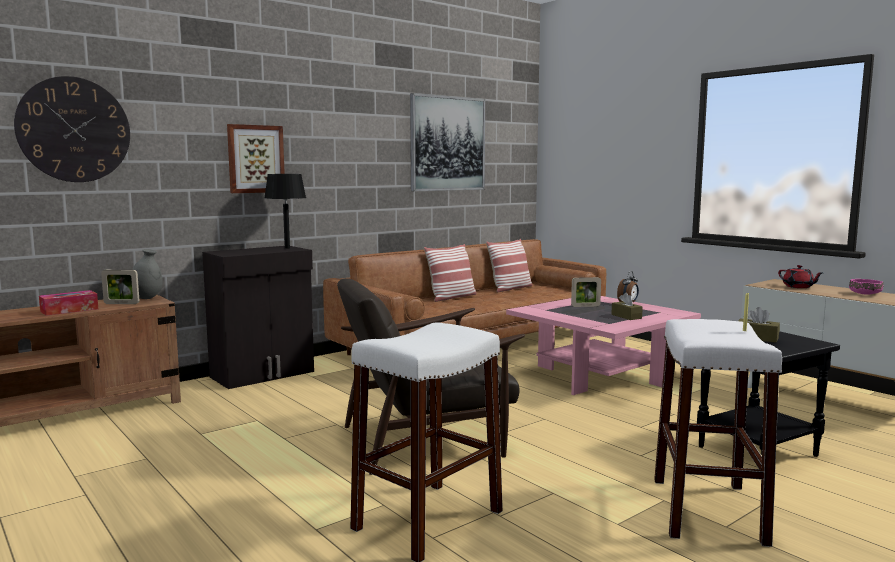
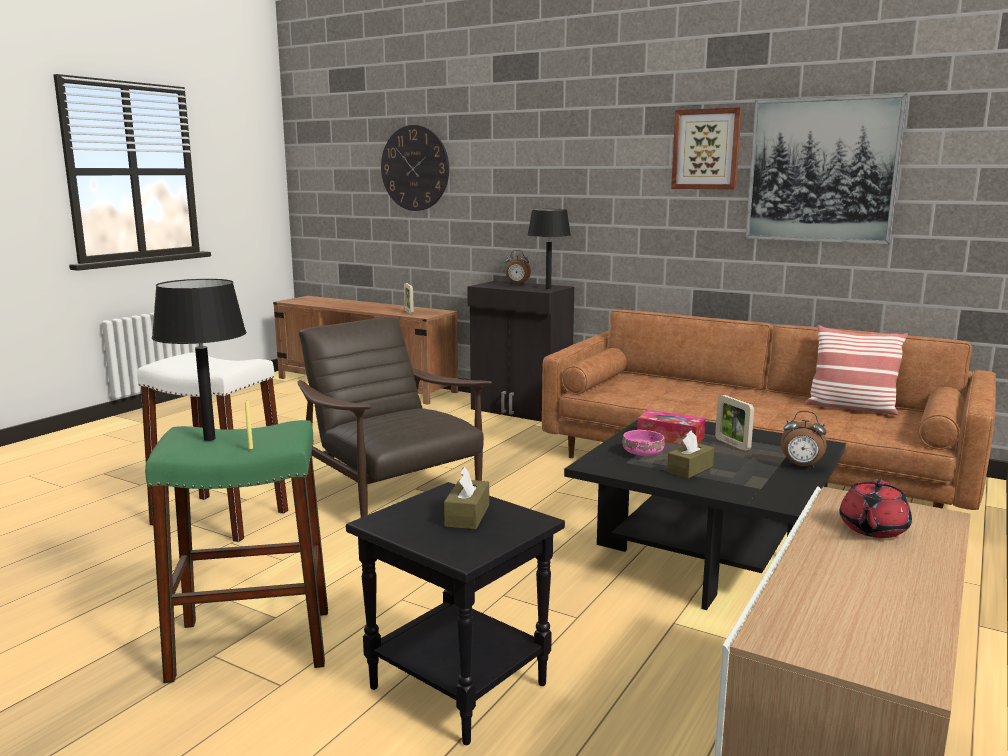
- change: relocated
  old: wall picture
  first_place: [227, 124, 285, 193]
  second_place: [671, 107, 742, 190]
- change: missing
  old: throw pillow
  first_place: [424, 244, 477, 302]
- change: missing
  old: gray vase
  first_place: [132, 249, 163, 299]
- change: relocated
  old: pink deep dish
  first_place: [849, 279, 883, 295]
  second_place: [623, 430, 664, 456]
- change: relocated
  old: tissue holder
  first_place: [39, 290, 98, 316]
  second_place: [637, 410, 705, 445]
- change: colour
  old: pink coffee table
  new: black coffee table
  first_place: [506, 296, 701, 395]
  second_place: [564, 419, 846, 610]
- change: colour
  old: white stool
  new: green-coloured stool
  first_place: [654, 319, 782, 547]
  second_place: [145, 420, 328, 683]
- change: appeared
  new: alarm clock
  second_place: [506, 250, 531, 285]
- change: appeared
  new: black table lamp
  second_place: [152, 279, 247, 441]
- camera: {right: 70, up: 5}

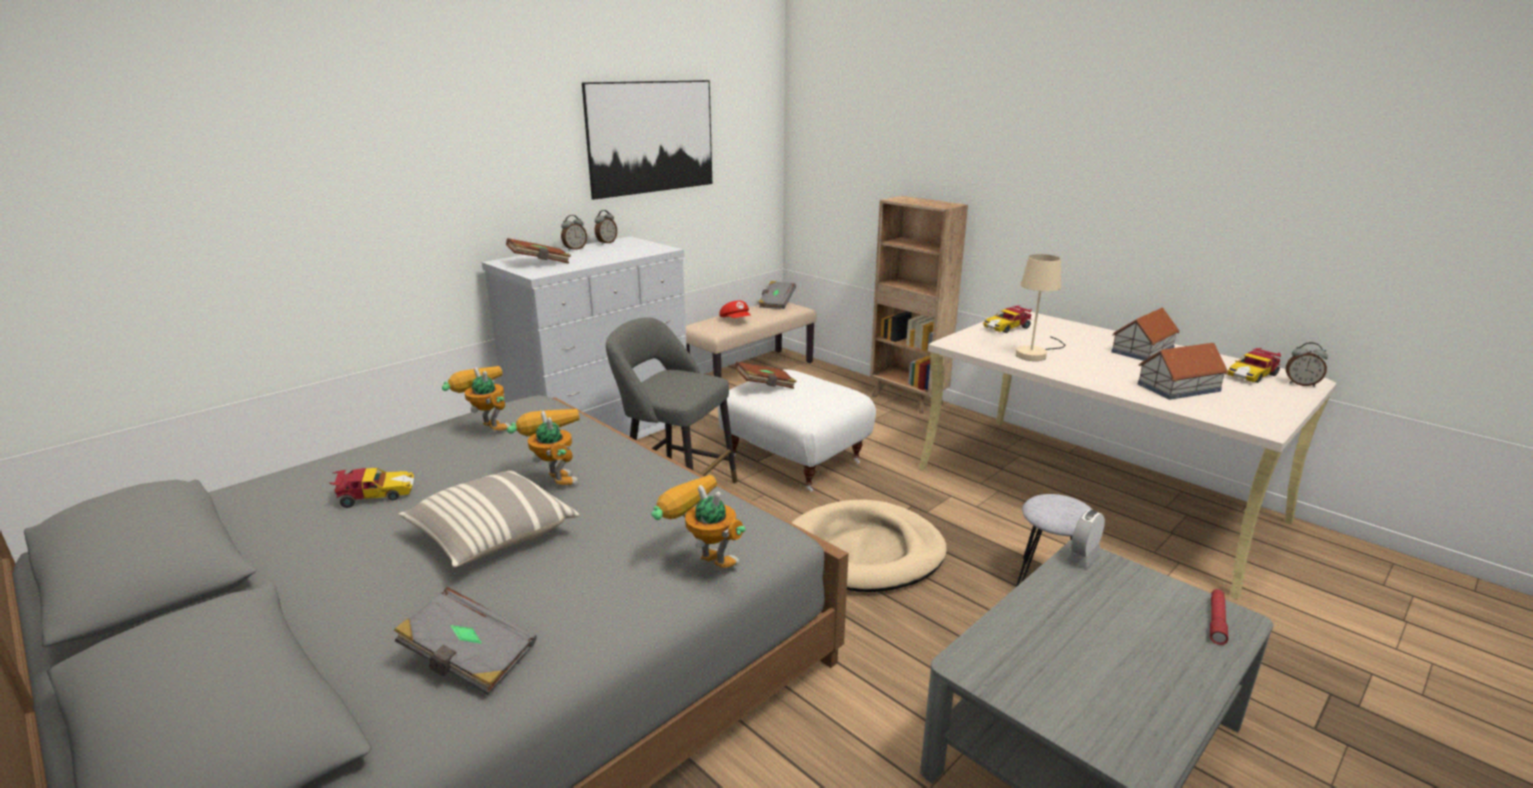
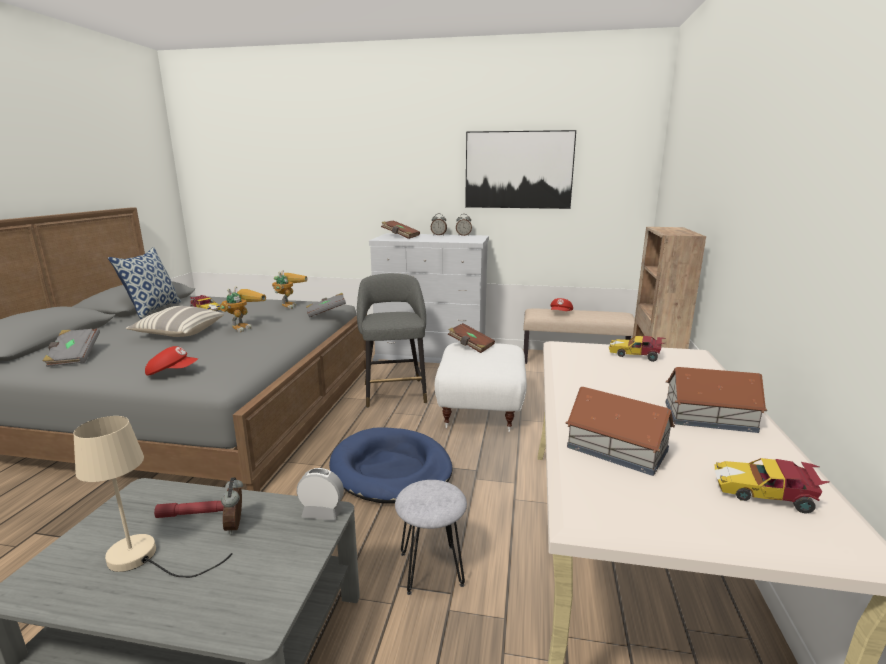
- change: relocated
  old: sand-coloured table lamp
  first_place: [1016, 254, 1065, 361]
  second_place: [74, 416, 233, 578]
- change: relocated
  old: gray book
  first_place: [758, 281, 796, 309]
  second_place: [306, 293, 346, 317]
- change: relocated
  old: alarm clock
  first_place: [1286, 342, 1328, 387]
  second_place: [221, 478, 243, 535]
- change: exchanged
  old: toy robot
  new: red cap
  first_place: [651, 475, 746, 568]
  second_place: [145, 346, 198, 375]
- change: colour
  old: sand-coloured dog cushion
  new: blue-coloured dog cushion
  first_place: [791, 499, 947, 592]
  second_place: [329, 427, 453, 504]
- change: relocated
  old: red flashlight
  first_place: [1210, 589, 1228, 645]
  second_place: [154, 501, 224, 518]
- change: appeared
  new: throw pillow
  second_place: [108, 247, 182, 319]
- camera: {right: 55, up: -5}

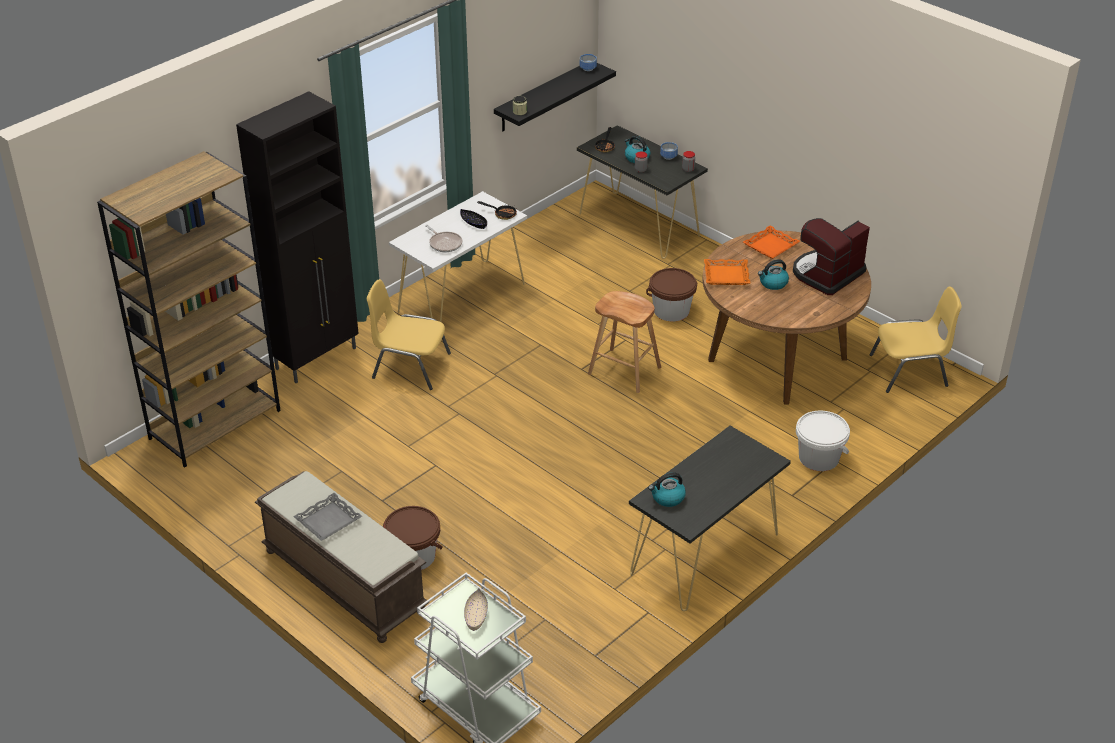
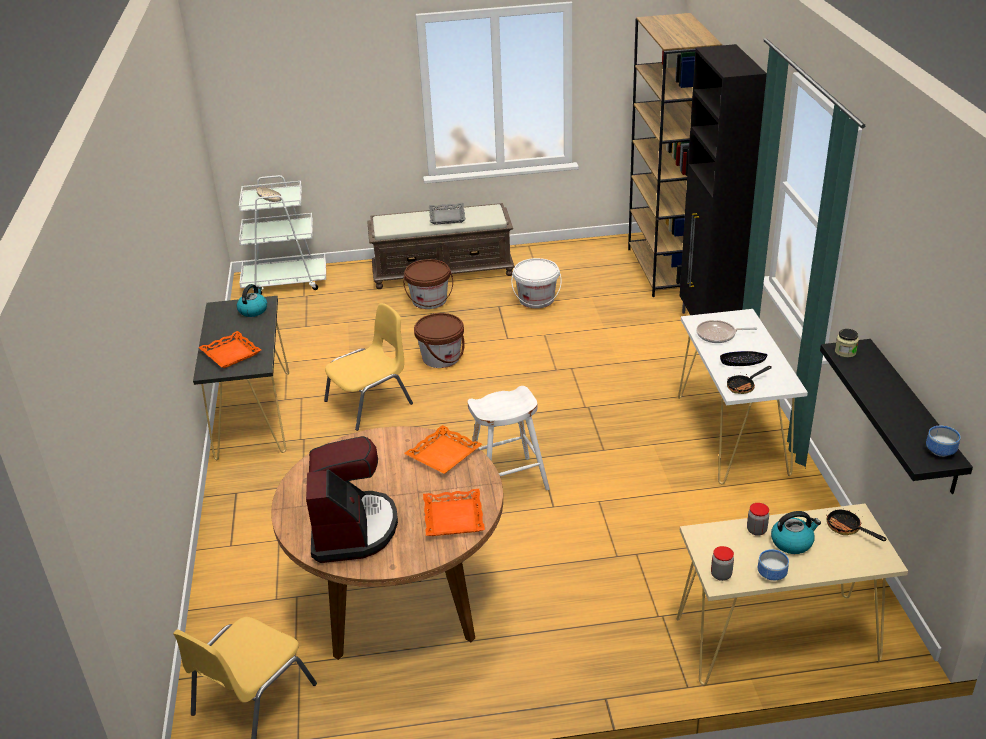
- change: colour
  old: black hall table
  new: sand-coloured hall table
  first_place: [577, 125, 708, 259]
  second_place: [677, 504, 908, 685]
- change: missing
  old: kettle
  first_place: [758, 259, 789, 290]
- change: relocated
  old: brownish bucket
  first_place: [646, 268, 697, 322]
  second_place: [414, 313, 465, 368]
- change: relocated
  old: yellow-coloured chair
  first_place: [367, 279, 451, 390]
  second_place: [324, 303, 413, 431]
- change: colour
  old: brownish stool
  new: white stool
  first_place: [588, 291, 661, 393]
  second_place: [468, 386, 550, 490]
- change: relocated
  old: white bucket
  first_place: [796, 410, 850, 471]
  second_place: [512, 258, 562, 309]
- change: appeared
  new: orange-coloured serving tray
  second_place: [198, 331, 261, 368]
- camera: {right: 130, up: -5}

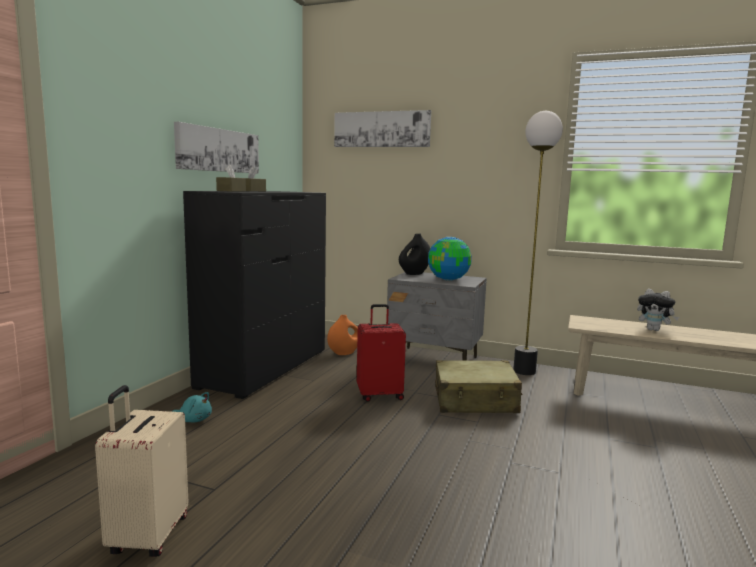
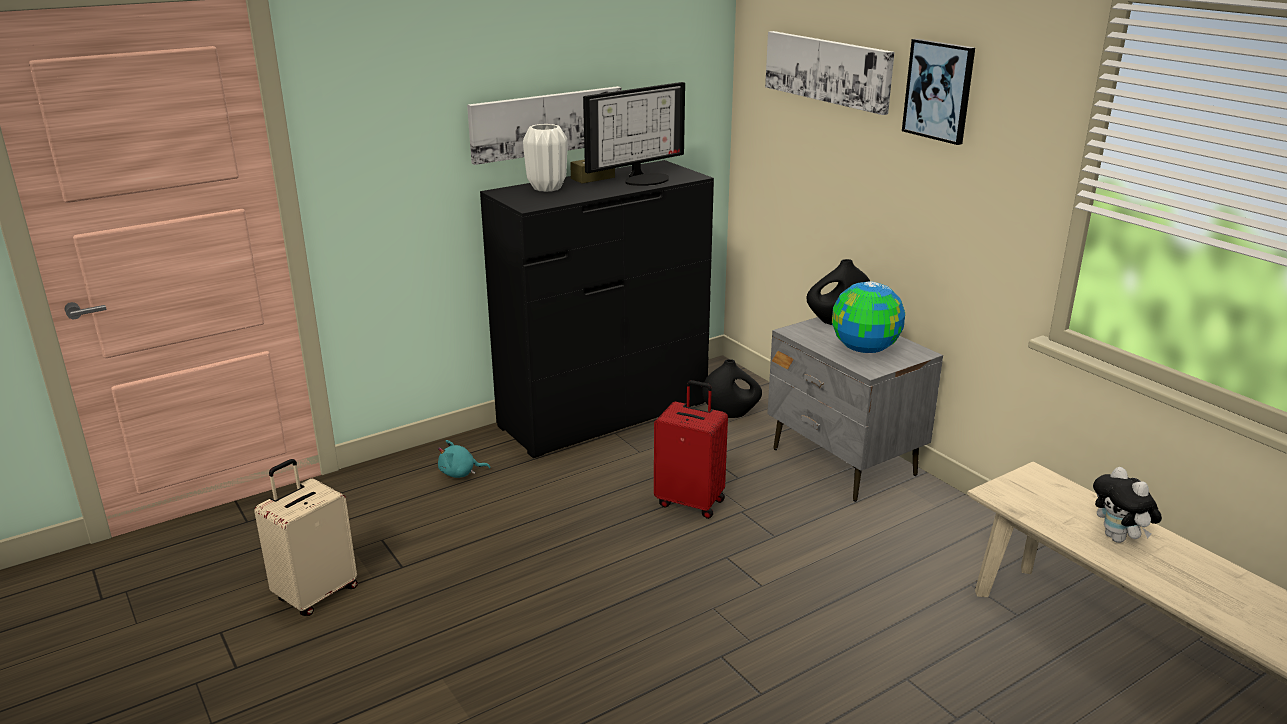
- change: missing
  old: floor lamp
  first_place: [513, 111, 563, 375]
- change: exchanged
  old: brownish tissue holder
  new: white vase
  first_place: [216, 165, 246, 191]
  second_place: [523, 124, 567, 192]
- change: colour
  old: orange-coloured vase
  new: black vase
  first_place: [327, 315, 358, 355]
  second_place: [702, 359, 762, 418]
- change: missing
  old: sand-coloured suitcase
  first_place: [435, 360, 523, 413]
- change: spun
  old: turquoise soft toy
  first_place: [172, 392, 212, 422]
  second_place: [438, 440, 490, 478]
  degrees: 120
- change: appeared
  new: wall picture
  second_place: [902, 39, 975, 145]
- change: appeared
  new: computer screen
  second_place: [583, 82, 685, 186]
- camera: {right: 35, up: 15}

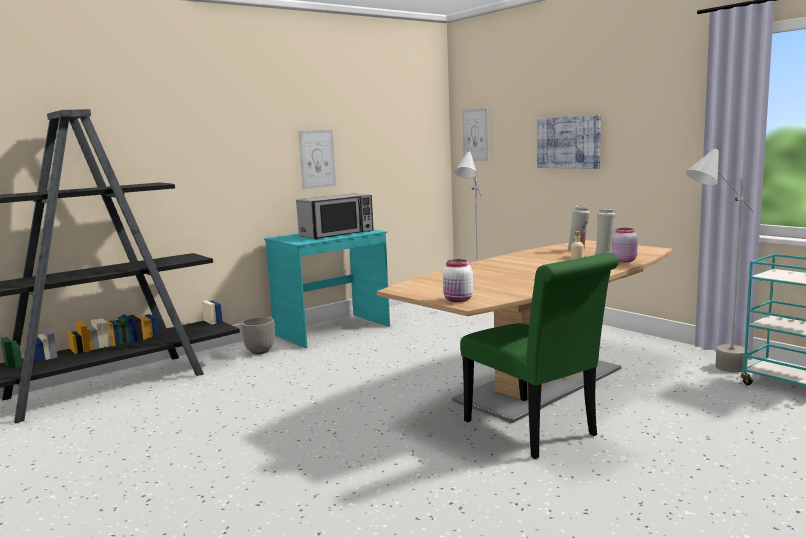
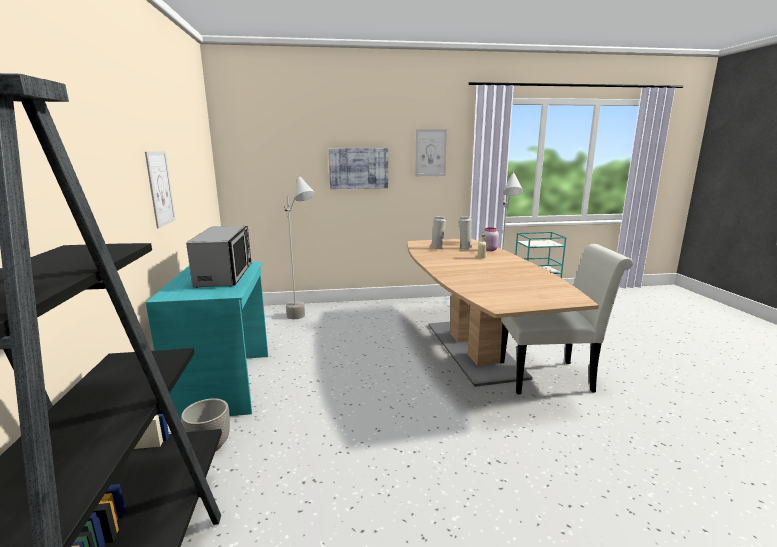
- change: relocated
  old: wall picture
  first_place: [462, 108, 489, 161]
  second_place: [415, 129, 447, 176]
- change: colour
  old: green-coloured chair
  new: white chair
  first_place: [460, 253, 619, 459]
  second_place: [500, 244, 633, 394]
- change: missing
  old: white jar
  first_place: [443, 259, 473, 302]
- camera: {right: -60, up: 5}

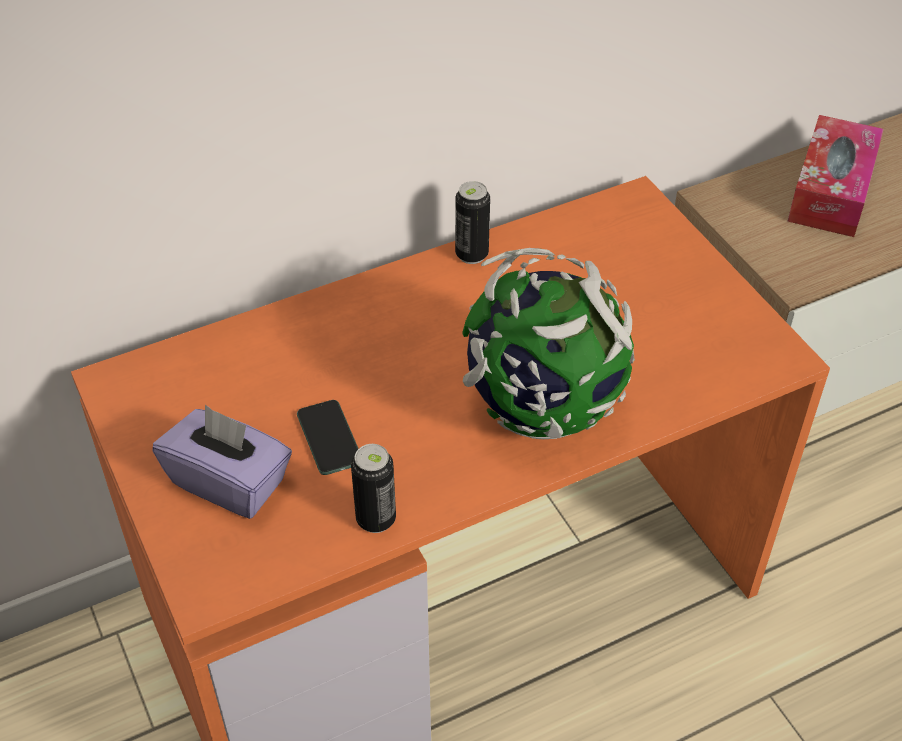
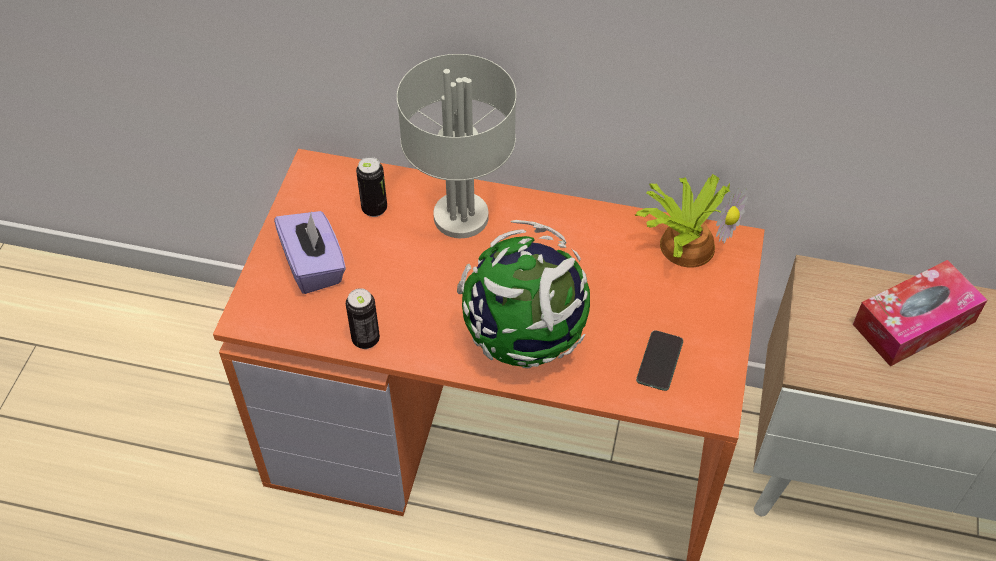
- change: relocated
  old: metal can
  first_place: [455, 181, 490, 264]
  second_place: [356, 157, 387, 217]
- change: relocated
  old: telephone
  first_place: [297, 400, 359, 475]
  second_place: [636, 330, 683, 391]
- change: appeared
  new: gray table lamp
  second_place: [397, 54, 516, 238]
- change: appeared
  new: houseplant
  second_place: [635, 174, 747, 267]
- camera: {right: 40, up: 5}

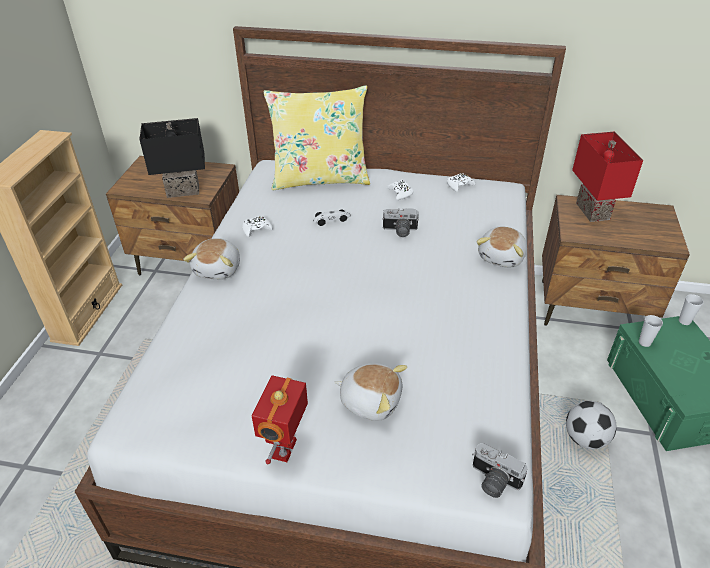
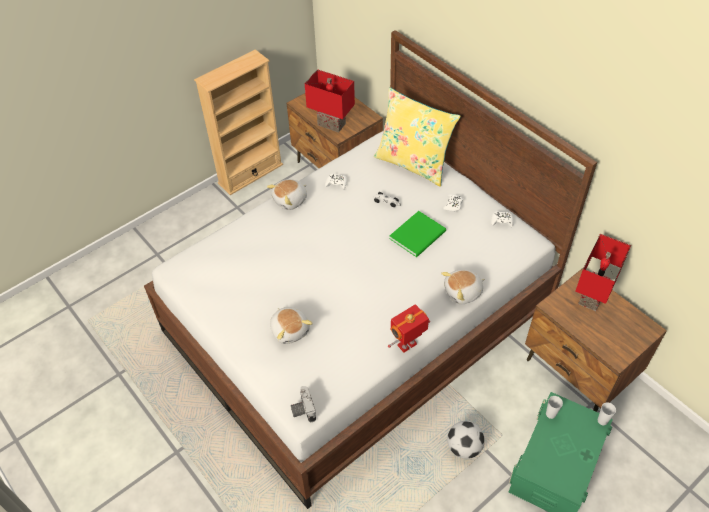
- change: colour
  old: black table lamp
  new: red table lamp
  first_place: [139, 118, 205, 198]
  second_place: [305, 69, 355, 133]
- change: exchanged
  old: still camera
  new: green-coloured book
  first_place: [382, 208, 419, 237]
  second_place: [389, 211, 446, 257]
- change: relocated
  old: toy robot
  first_place: [252, 375, 308, 464]
  second_place: [388, 304, 430, 352]
- camera: {right: 40, up: 10}

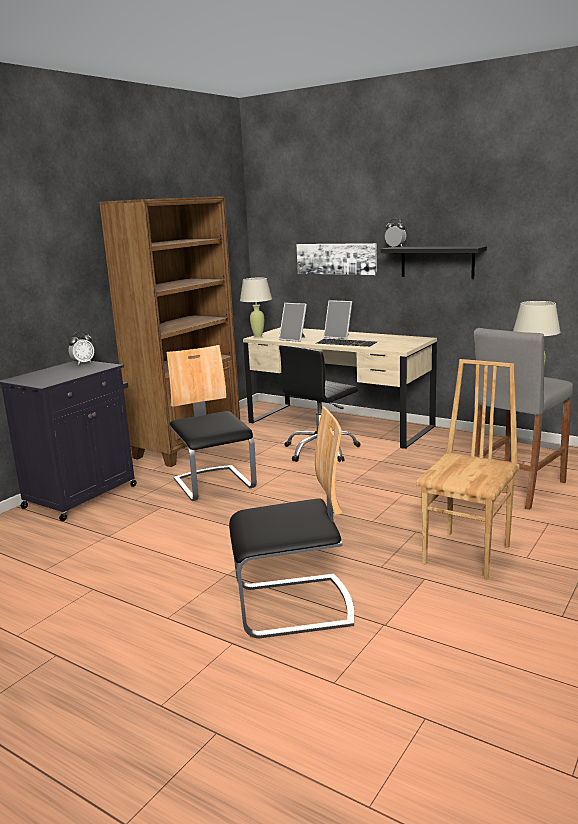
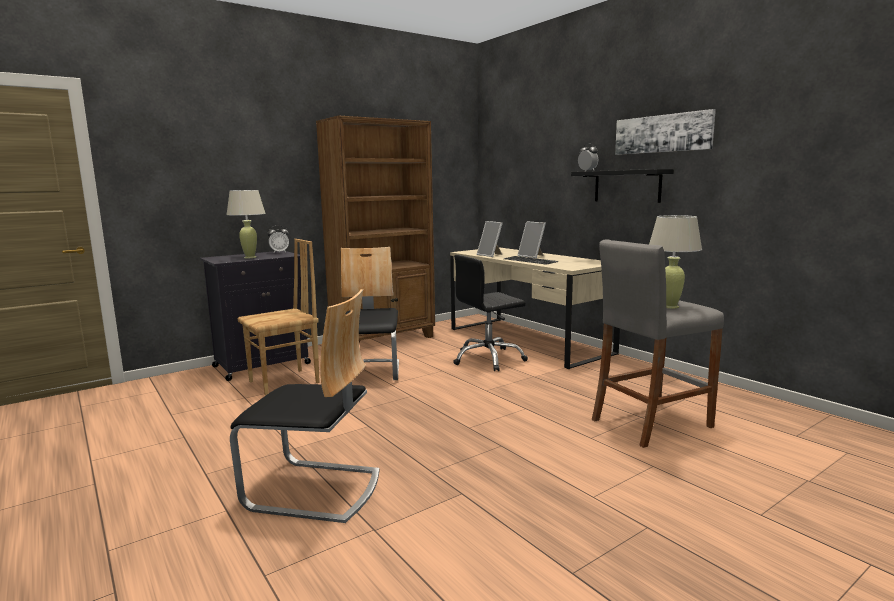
- change: relocated
  old: wall picture
  first_place: [296, 243, 377, 275]
  second_place: [615, 109, 716, 155]
- change: relocated
  old: sand-coloured table lamp
  first_place: [240, 278, 272, 338]
  second_place: [226, 190, 266, 258]
- change: relocated
  old: brownish chair
  first_place: [416, 359, 520, 580]
  second_place: [238, 239, 320, 396]
- camera: {right: 20, up: -5}

